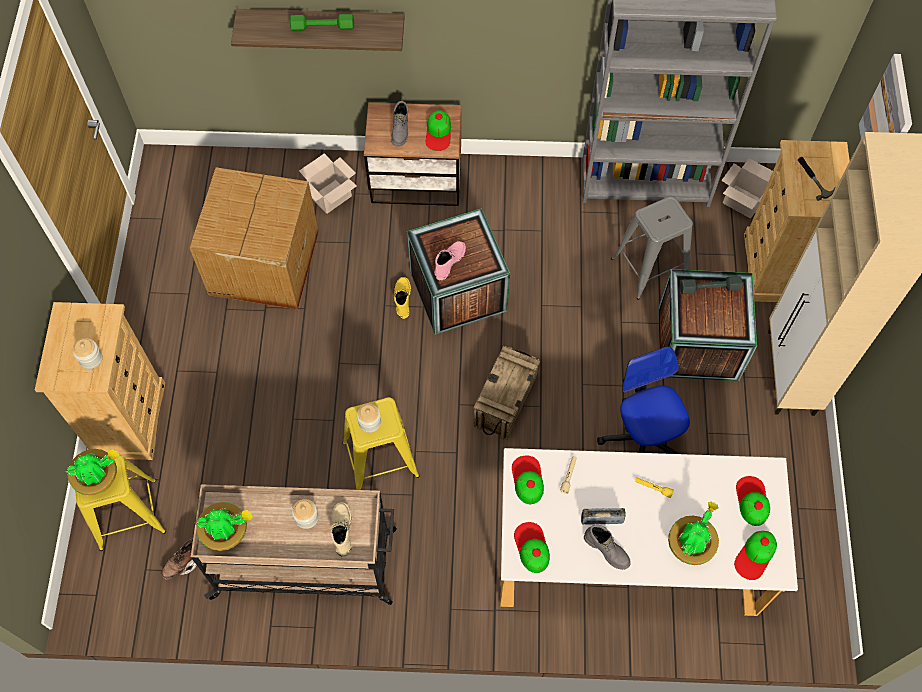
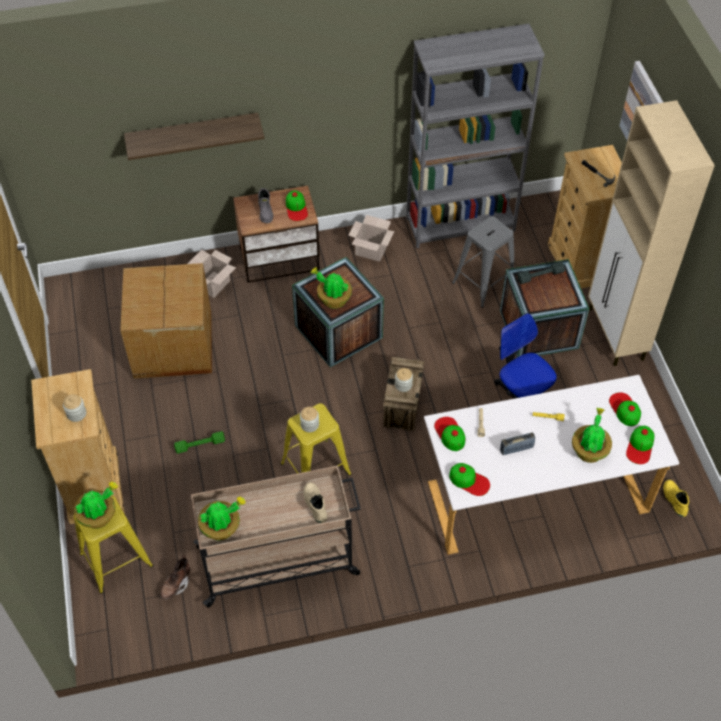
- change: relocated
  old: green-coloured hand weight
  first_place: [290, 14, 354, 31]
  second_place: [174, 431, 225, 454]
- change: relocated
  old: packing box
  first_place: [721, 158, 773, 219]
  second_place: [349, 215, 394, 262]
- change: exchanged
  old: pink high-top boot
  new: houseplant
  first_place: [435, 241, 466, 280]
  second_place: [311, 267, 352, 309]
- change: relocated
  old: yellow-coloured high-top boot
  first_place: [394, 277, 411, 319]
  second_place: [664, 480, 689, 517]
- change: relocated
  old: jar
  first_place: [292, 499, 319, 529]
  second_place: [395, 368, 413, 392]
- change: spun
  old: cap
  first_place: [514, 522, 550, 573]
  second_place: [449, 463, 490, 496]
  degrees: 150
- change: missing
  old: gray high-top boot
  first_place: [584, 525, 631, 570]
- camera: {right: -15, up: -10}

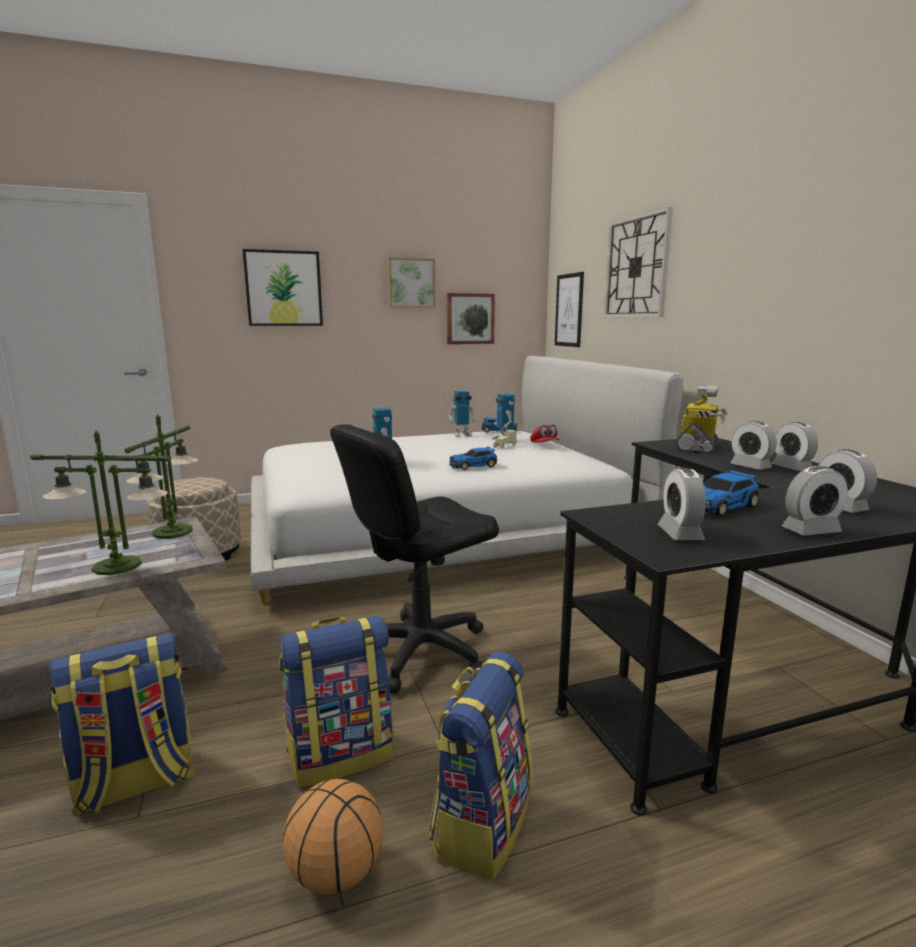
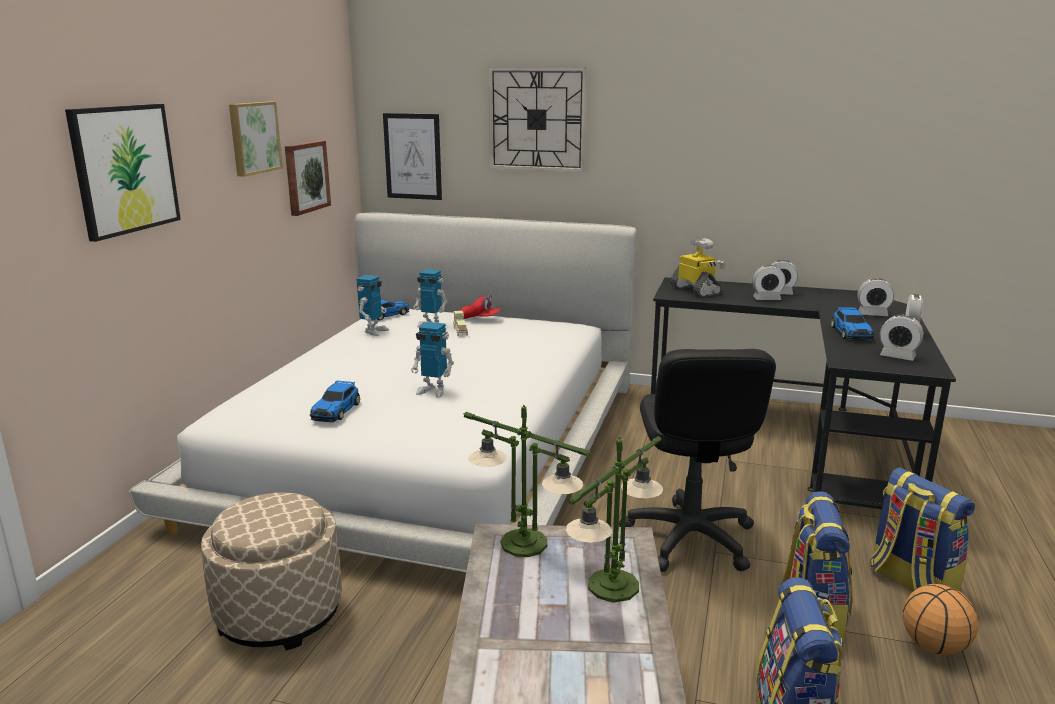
- change: relocated
  old: miniature car
  first_place: [449, 446, 498, 470]
  second_place: [310, 380, 360, 422]
- camera: {right: -55, up: 5}

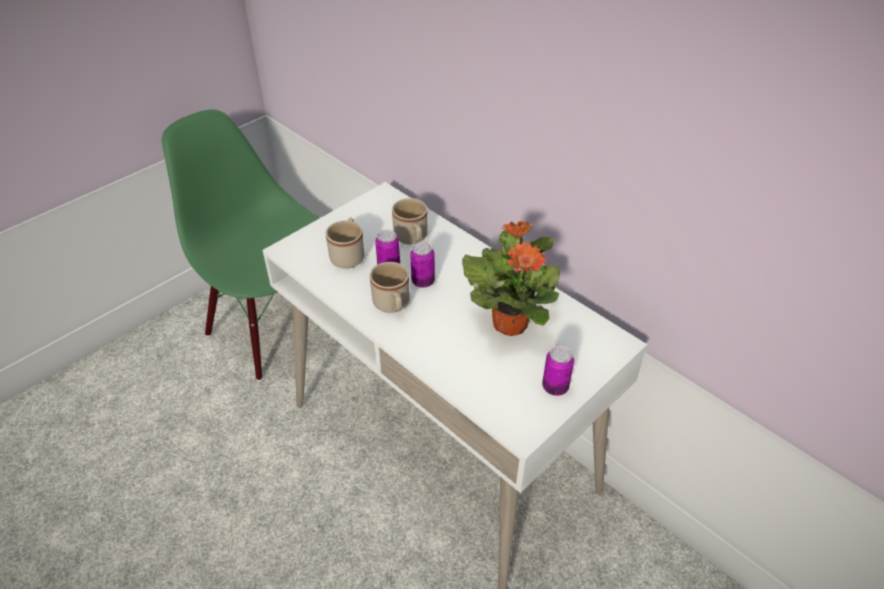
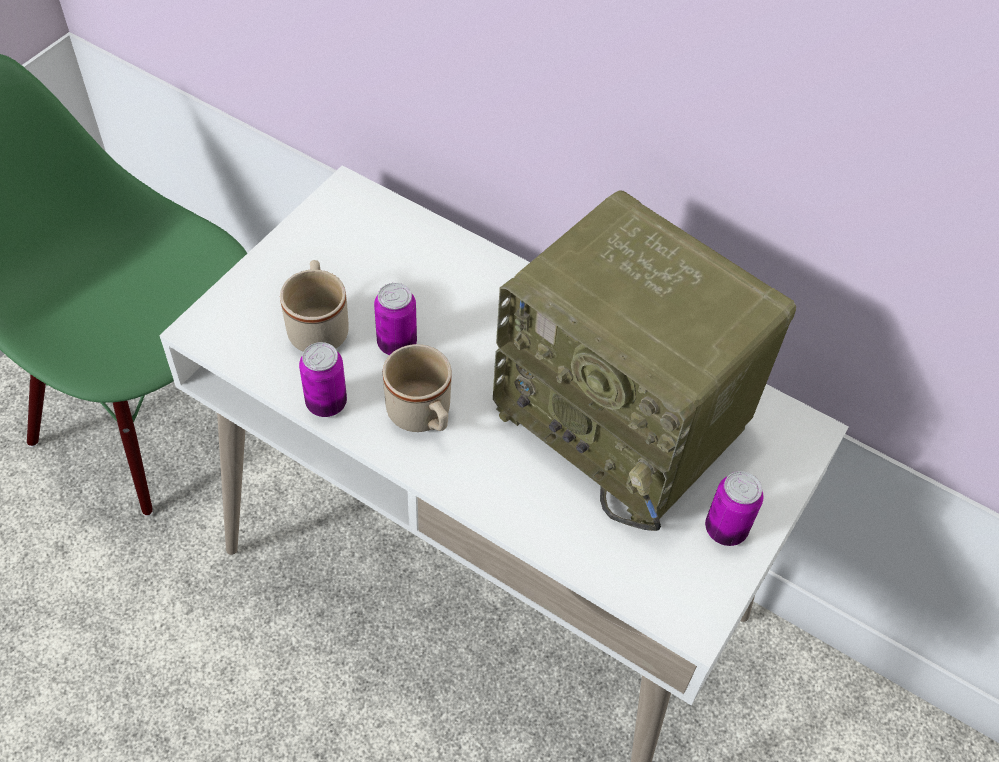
- change: missing
  old: sand-coloured tea mug
  first_place: [392, 198, 428, 245]
- change: exchanged
  old: houseplant
  new: radio
  first_place: [462, 221, 560, 336]
  second_place: [493, 190, 796, 531]
- change: relocated
  old: metal can
  first_place: [410, 242, 435, 288]
  second_place: [299, 342, 347, 417]
- camera: {right: -15, up: 10}

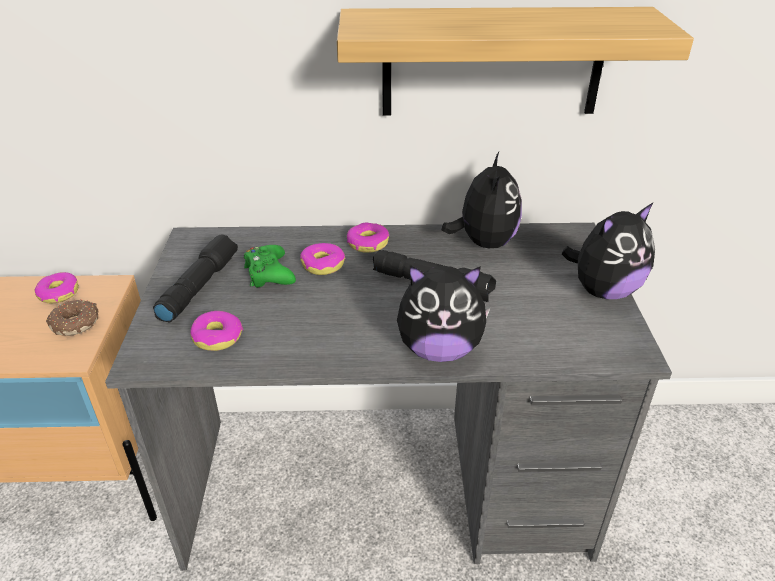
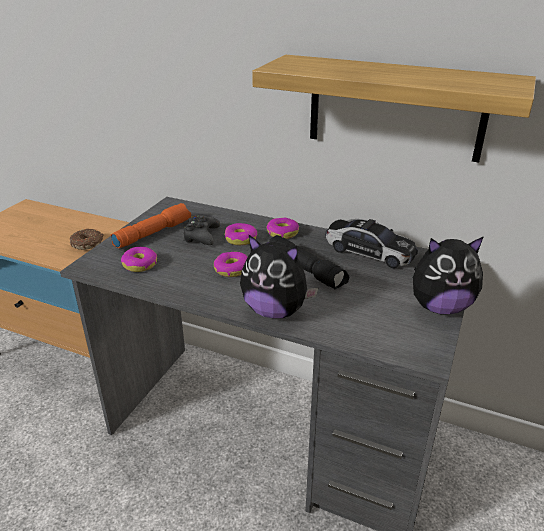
- change: exchanged
  old: soft toy
  new: miniature car
  first_place: [441, 152, 522, 248]
  second_place: [325, 219, 418, 268]
- change: colour
  old: black flashlight
  new: orange-coloured flashlight
  first_place: [153, 235, 238, 322]
  second_place: [111, 203, 191, 248]
- change: colour
  old: green-coloured game controller
  new: black game controller
  first_place: [244, 245, 296, 287]
  second_place: [183, 216, 221, 245]
- change: relocated
  old: ring doughnut
  first_place: [35, 272, 79, 303]
  second_place: [214, 252, 248, 277]
- camera: {right: 25, up: -5}

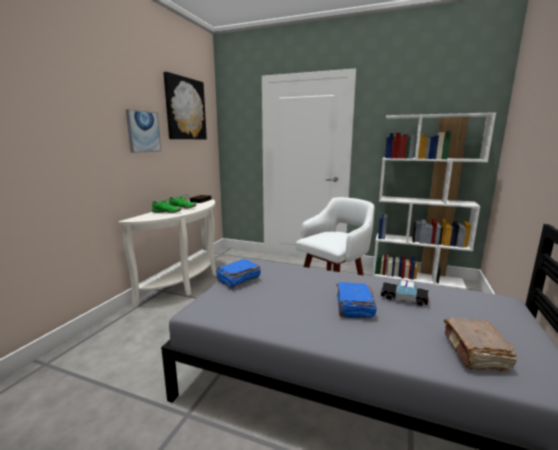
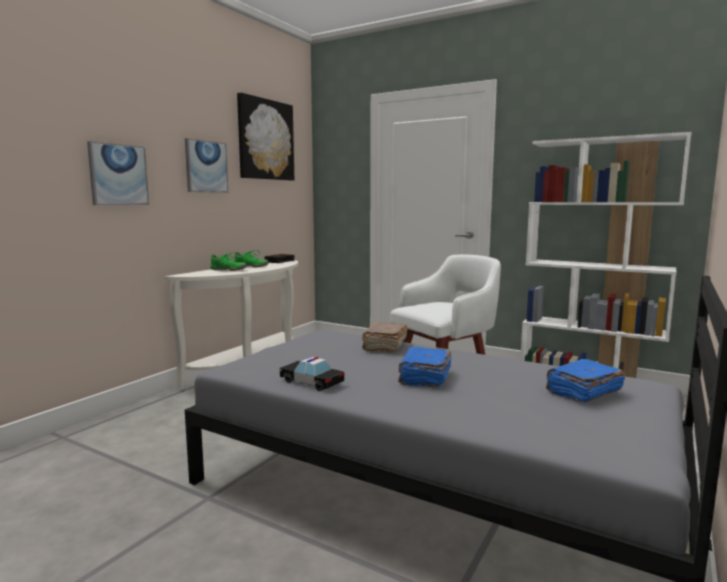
- change: relocated
  old: blue-coloured book
  first_place: [216, 259, 261, 288]
  second_place: [546, 359, 625, 404]
- change: relocated
  old: miniature car
  first_place: [381, 280, 429, 306]
  second_place: [279, 357, 345, 391]
- change: relocated
  old: brownish book
  first_place: [444, 318, 517, 372]
  second_place: [362, 322, 407, 353]
- change: appeared
  new: wall picture
  second_place: [87, 141, 149, 205]
- camera: {right: 10, up: -5}

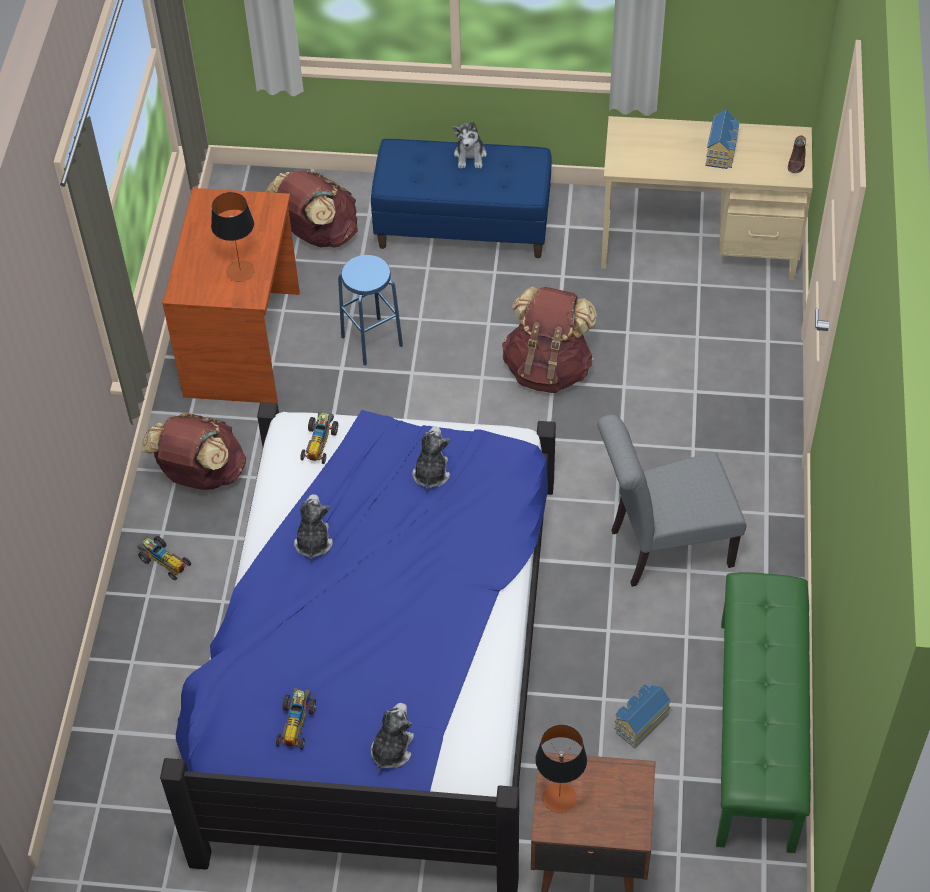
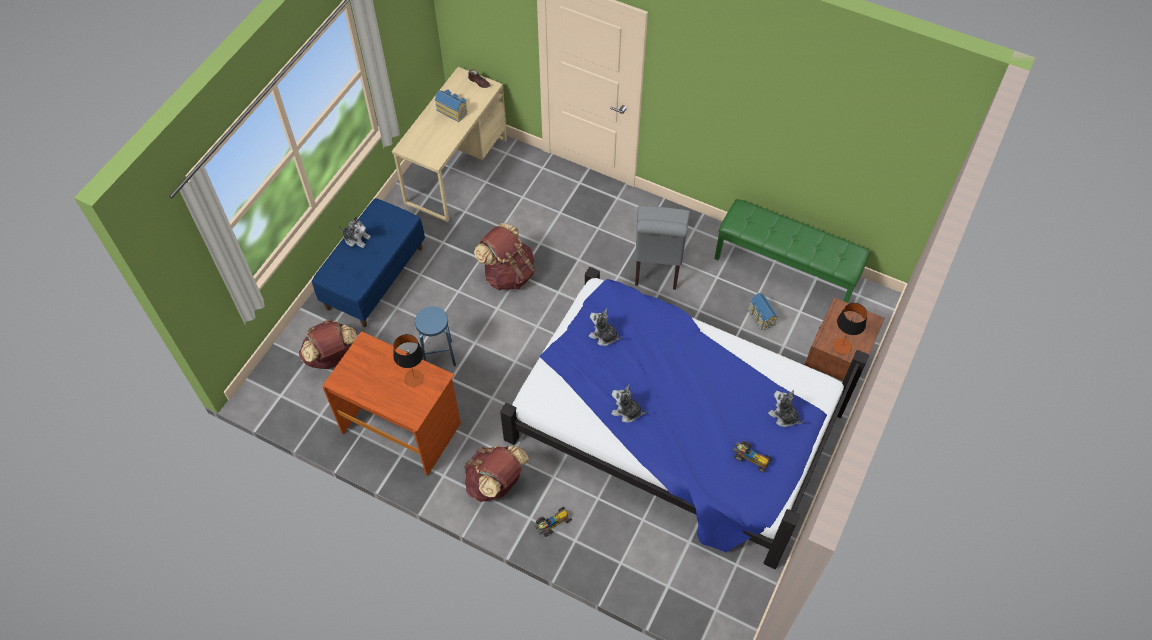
- change: missing
  old: miniature car
  first_place: [300, 412, 338, 464]
- camera: {right: -70, up: 5}

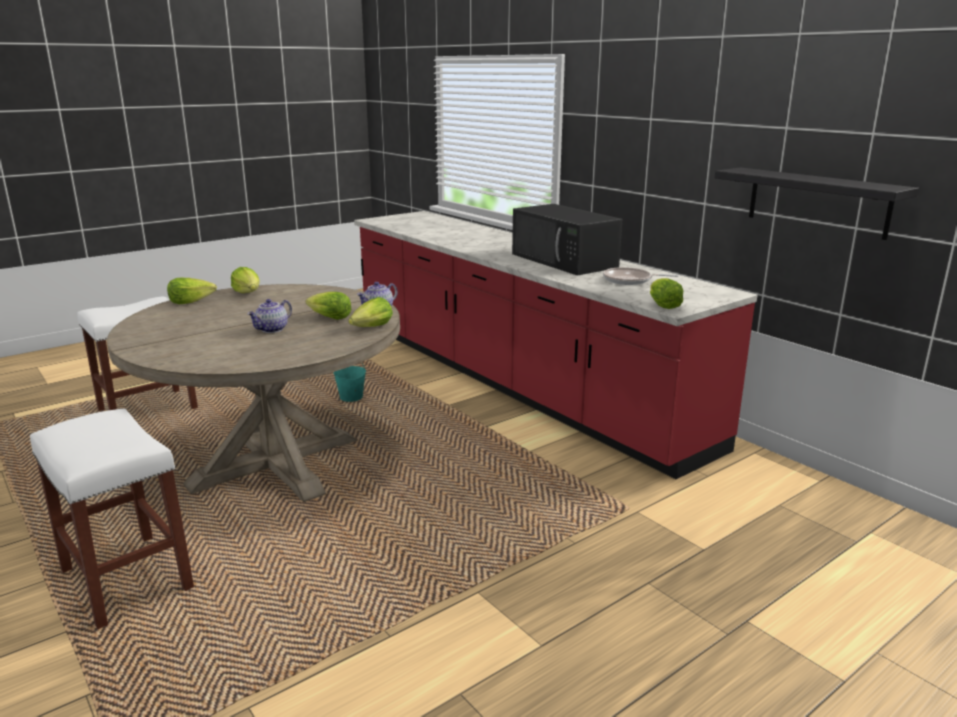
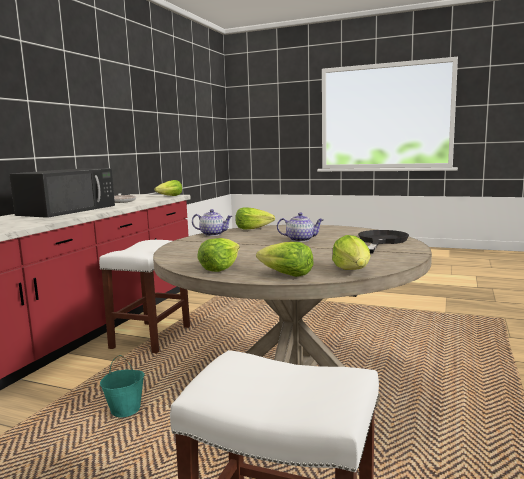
- change: missing
  old: black bracket shelf
  first_place: [715, 168, 919, 240]
- change: relocated
  old: lettuce
  first_place: [306, 292, 351, 320]
  second_place: [332, 235, 370, 270]
- change: relocated
  old: white stool
  first_place: [30, 408, 194, 629]
  second_place: [99, 240, 190, 353]
- change: appeared
  new: black skillet
  second_place: [358, 230, 409, 253]
- camera: {right: -120, up: -10}

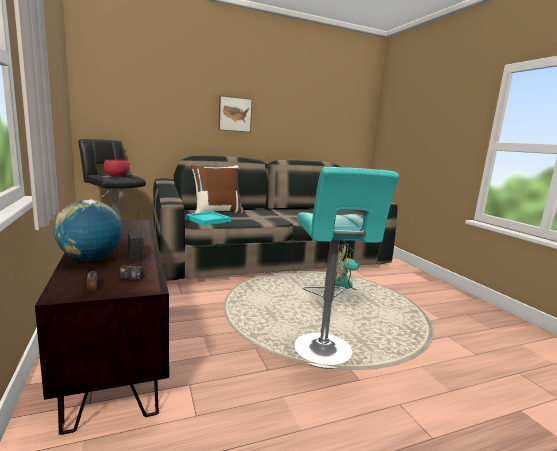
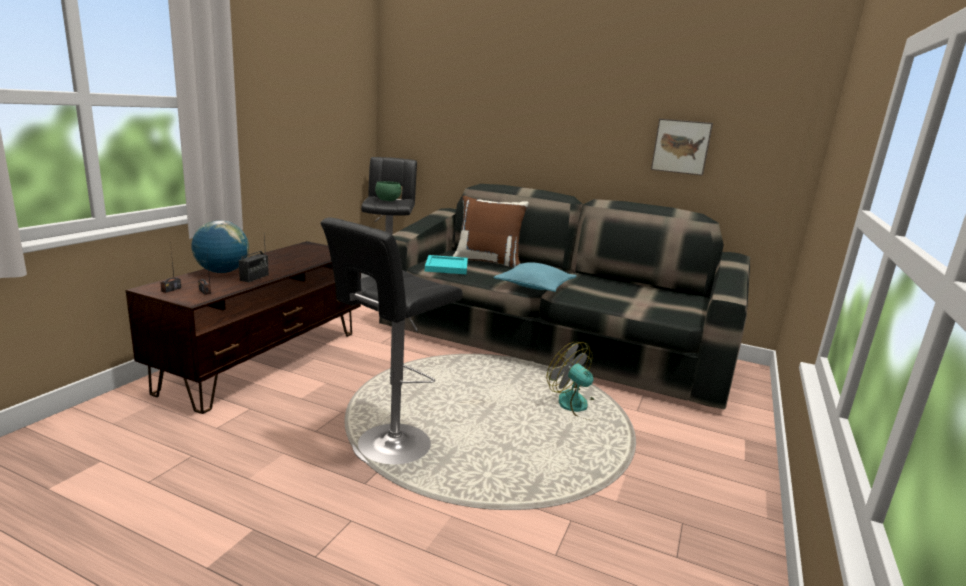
- change: relocated
  old: wall picture
  first_place: [218, 95, 252, 132]
  second_place: [651, 119, 713, 176]
- change: colour
  old: red deep dish
  new: green-coloured deep dish
  first_place: [104, 160, 130, 176]
  second_place: [375, 181, 401, 201]
- change: colour
  old: turquoise stool
  new: black stool
  first_place: [294, 167, 399, 369]
  second_place: [320, 217, 463, 464]
- change: appeared
  new: turquoise throw pillow
  second_place: [494, 262, 577, 292]
- camera: {right: 45, up: 5}

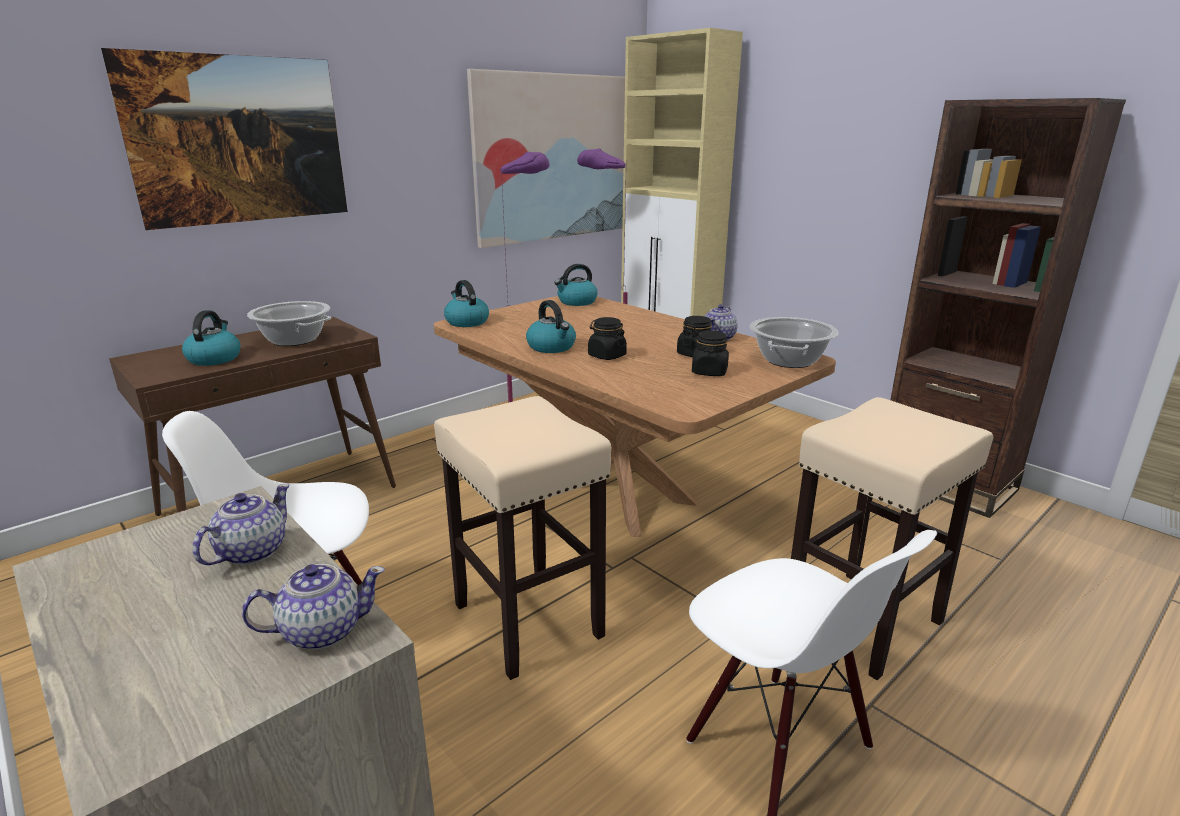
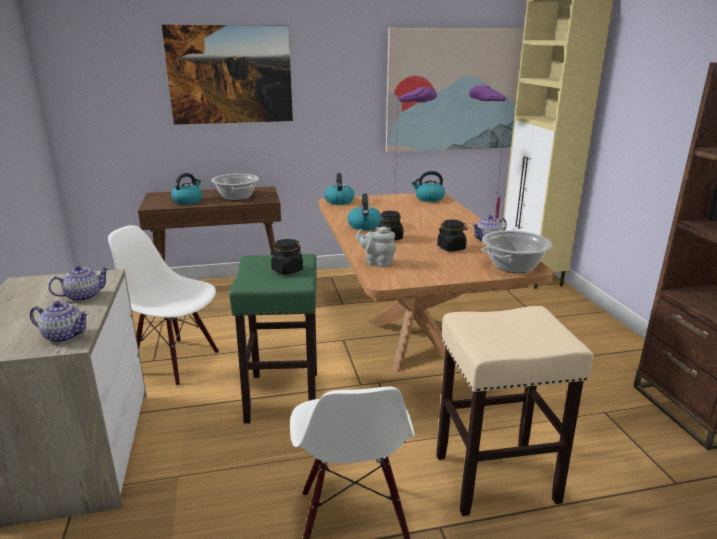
- change: relocated
  old: black jar
  first_place: [692, 330, 729, 376]
  second_place: [271, 239, 303, 275]
- change: colour
  old: sand-coloured stool
  new: green-coloured stool
  first_place: [434, 396, 611, 680]
  second_place: [229, 254, 317, 424]
- change: appeared
  new: gray tea pot
  second_place: [356, 226, 396, 267]
- camera: {right: 30, up: 0}

